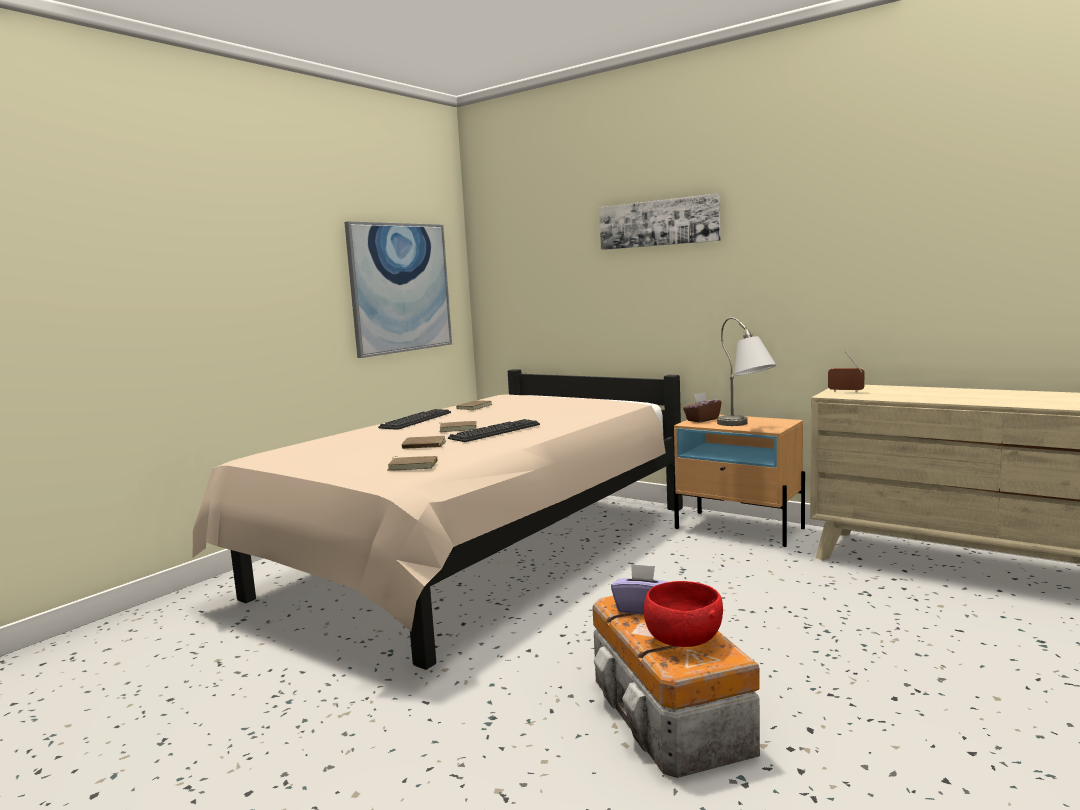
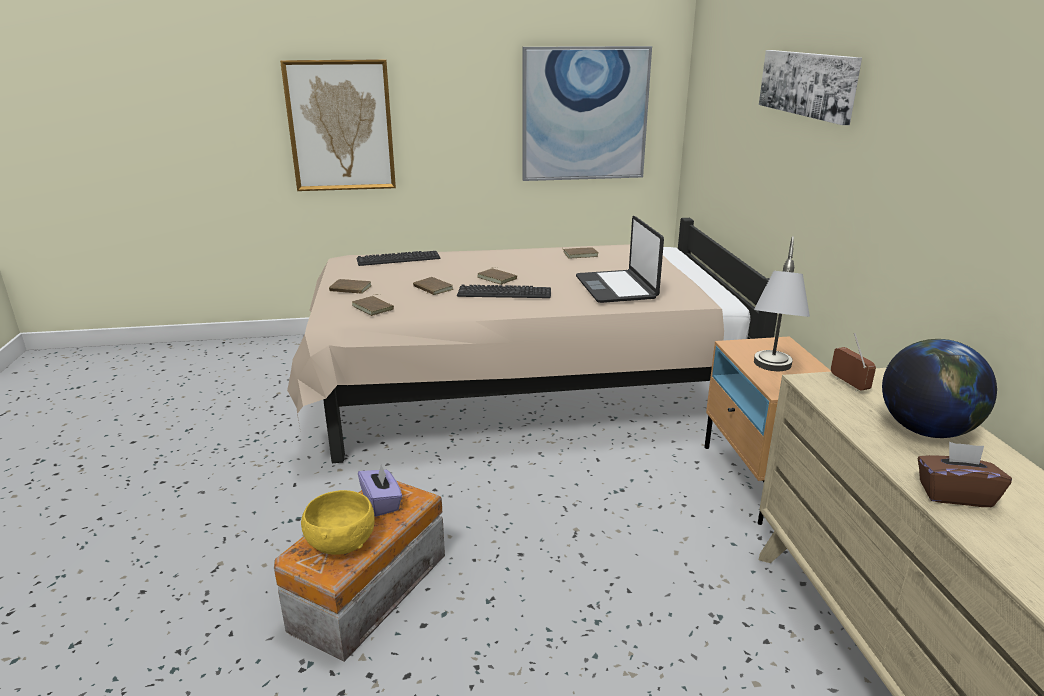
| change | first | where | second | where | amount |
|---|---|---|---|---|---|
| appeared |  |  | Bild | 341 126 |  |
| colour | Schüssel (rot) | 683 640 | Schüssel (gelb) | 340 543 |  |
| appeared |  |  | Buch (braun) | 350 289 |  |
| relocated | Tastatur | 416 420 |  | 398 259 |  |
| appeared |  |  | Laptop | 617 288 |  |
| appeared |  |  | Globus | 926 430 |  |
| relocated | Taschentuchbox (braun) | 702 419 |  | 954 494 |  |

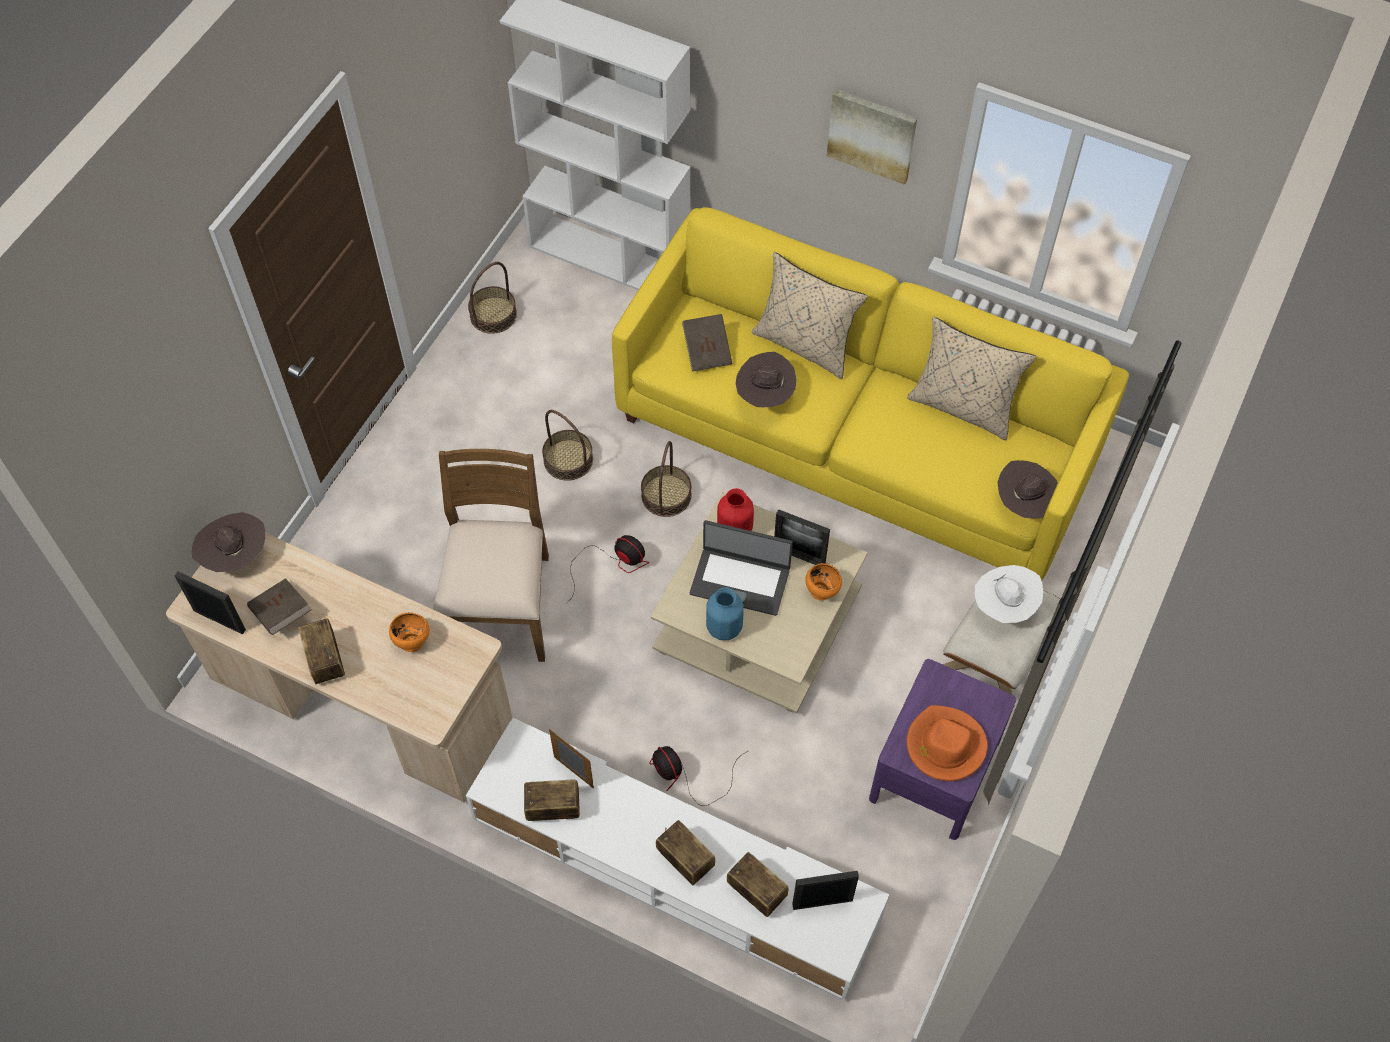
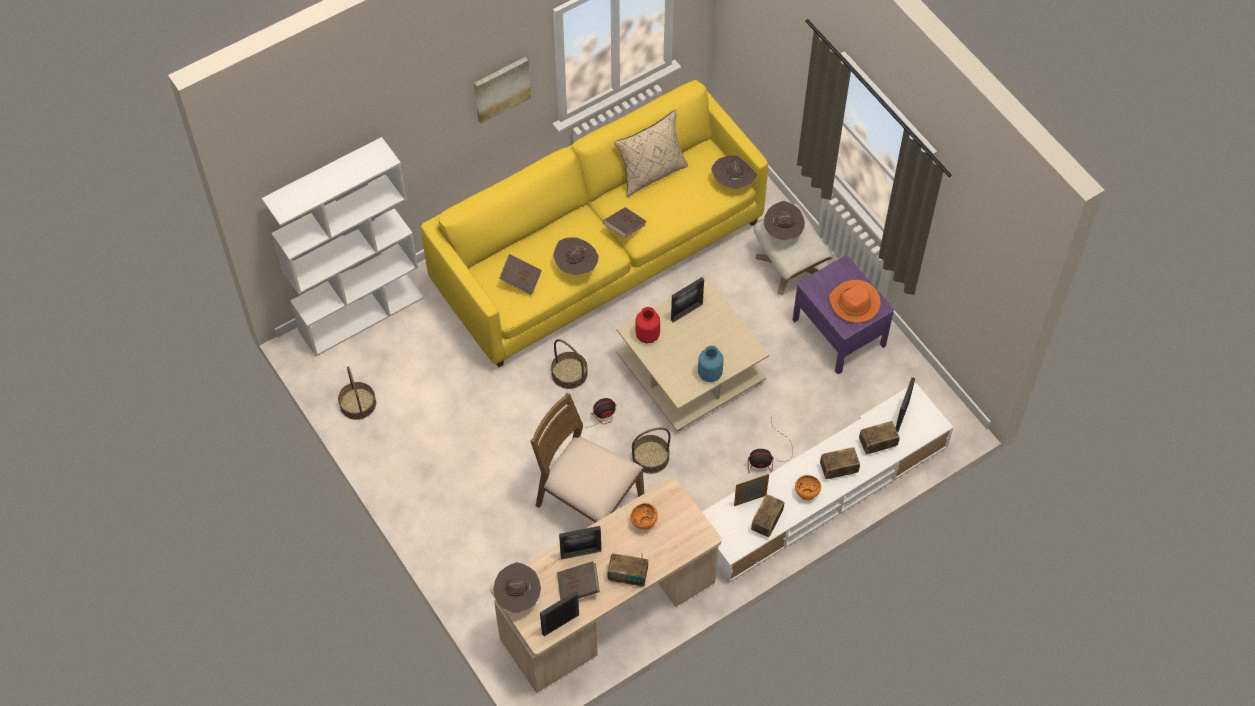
| change | first | where | second | where | amount |
|---|---|---|---|---|---|
| appeared |  |  | Bilderrahmen | 581 553 |  |
| appeared |  |  | Buch (braun) | 624 227 |  |
| relocated | Korb | 568 460 |  | 650 457 |  |
| colour | Hut (weiß) | 1004 606 | Hut (braun) | 783 231 |  |
| relocated | Schüssel (orange) | 821 591 |  | 806 494 |  |
| missing | Laptop | 740 580 |  |  |  |
| missing | Kissen (beige) | 805 344 |  |  |  |

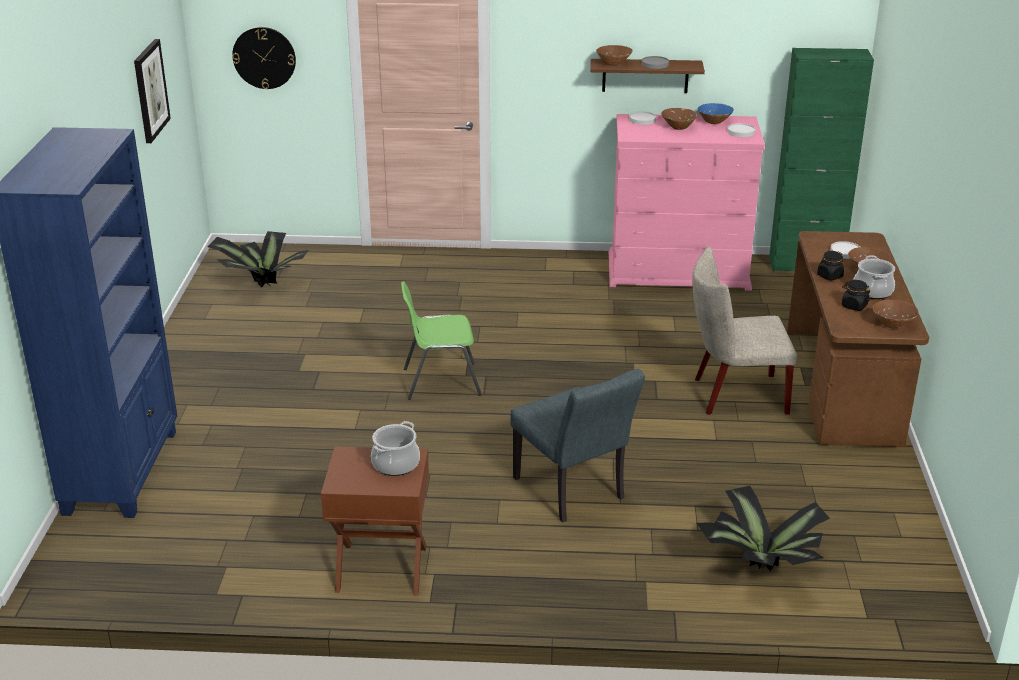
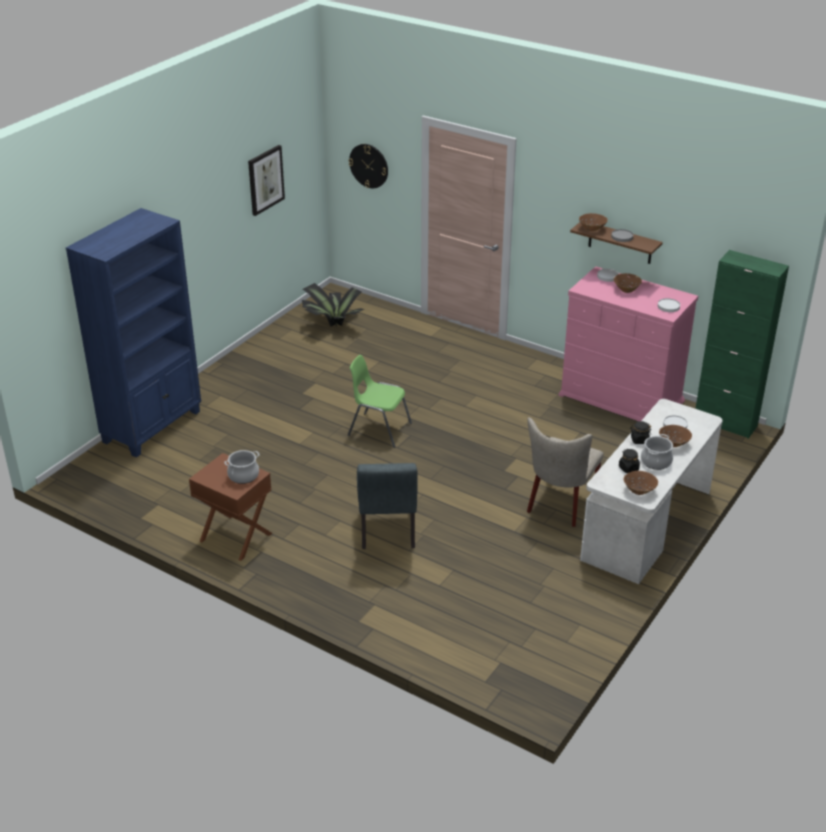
| change | first | where | second | where | amount |
|---|---|---|---|---|---|
| spun | Stuhl (beige) | 734 395 |  | 560 505 | 90 degrees counterclockwise |
| colour | Schreibtisch (braun) | 844 385 | Schreibtisch (weiß) | 647 525 |  |
| missing | Schüssel (blau) | 714 122 |  |  |  |
| missing | Topfpflanze | 761 568 |  |  |  |

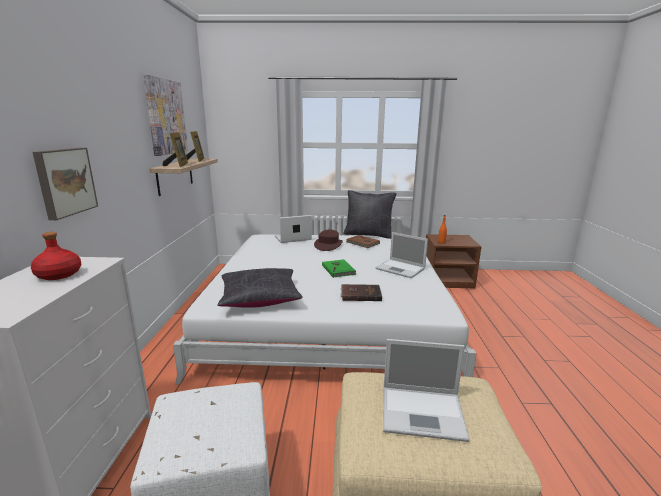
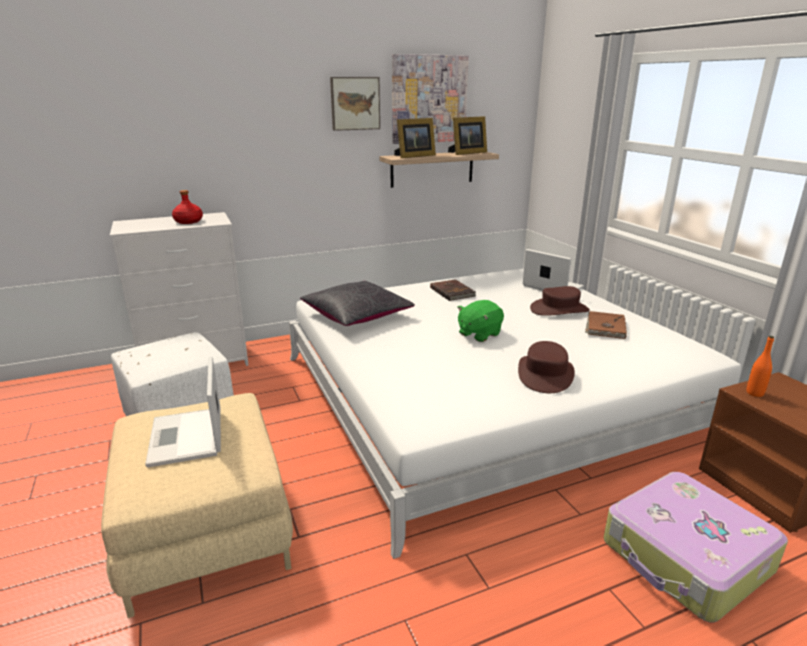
| change | first | where | second | where | amount |
|---|---|---|---|---|---|
| relocated | Bild | 64 182 |  | 354 103 |  |
| relocated | Buch (braun) | 360 294 |  | 452 292 |  |
| exchanged | Buch (grün) | 339 269 | Plüschtier (grün) | 479 334 |  |
| exchanged | Laptop | 401 269 | Hut (braun) | 545 374 |  |
| appeared |  |  | Koffer | 686 557 |  |
| missing | Kissen (schwarz) | 368 234 |  |  |  |

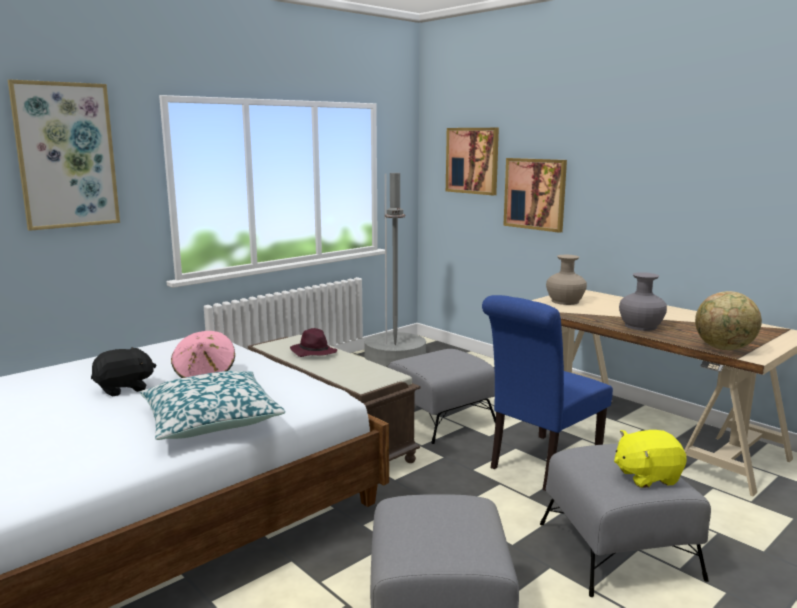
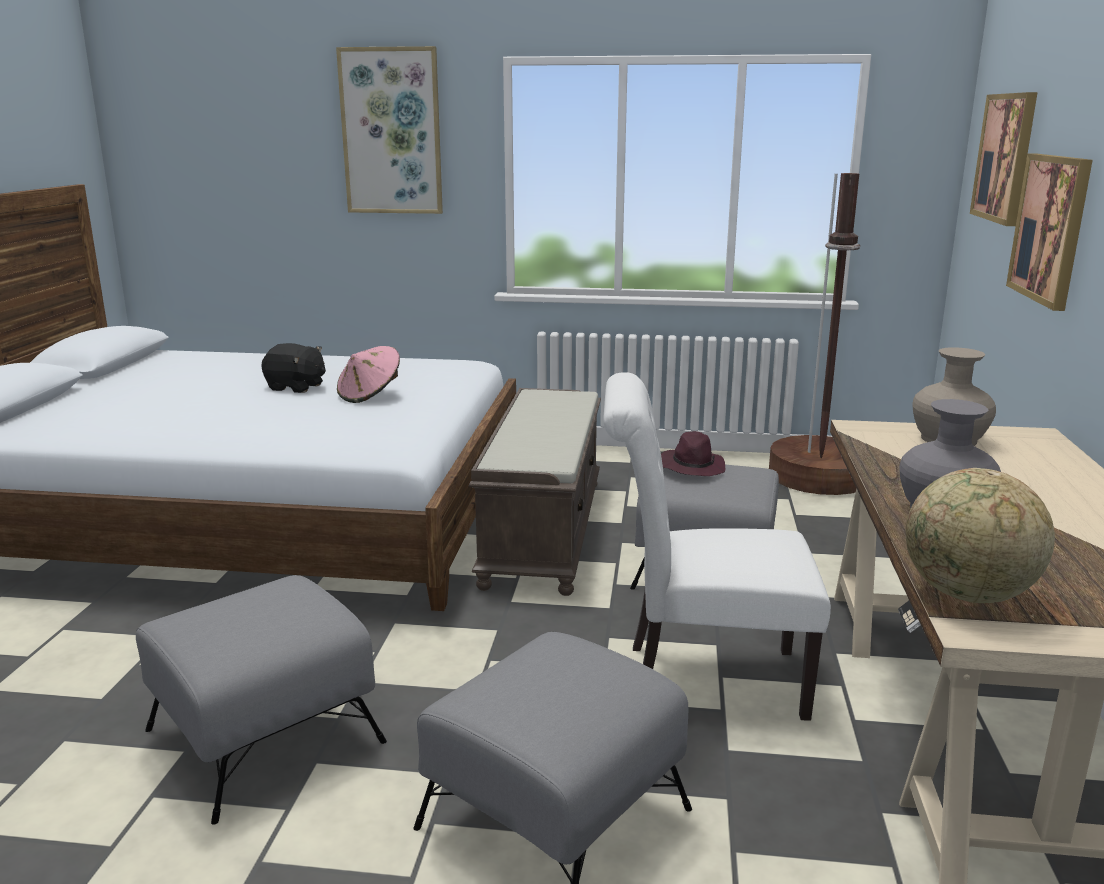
| change | first | where | second | where | amount |
|---|---|---|---|---|---|
| colour | Stuhl (blau) | 540 464 | Stuhl (weiß) | 702 678 |  |
| relocated | Hut (lila) | 313 352 |  | 691 467 |  |
| colour | Stehlampe (grau) | 395 357 | Stehlampe (braun) | 819 477 |  |
| missing | Kissen | 211 419 |  |  |  |
| missing | Plüschtier (gelb) | 646 476 |  |  |  |

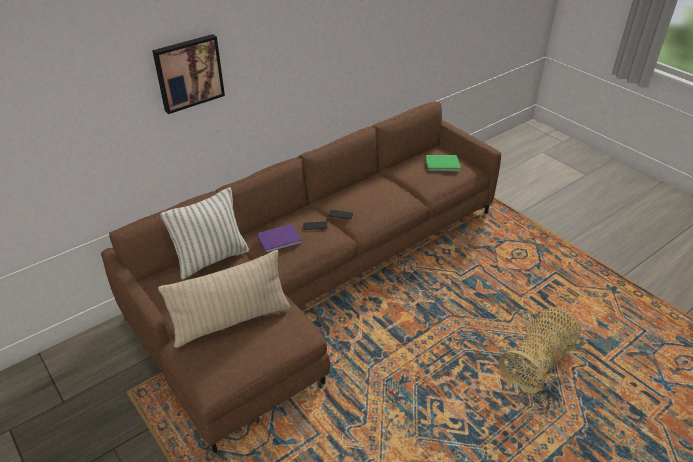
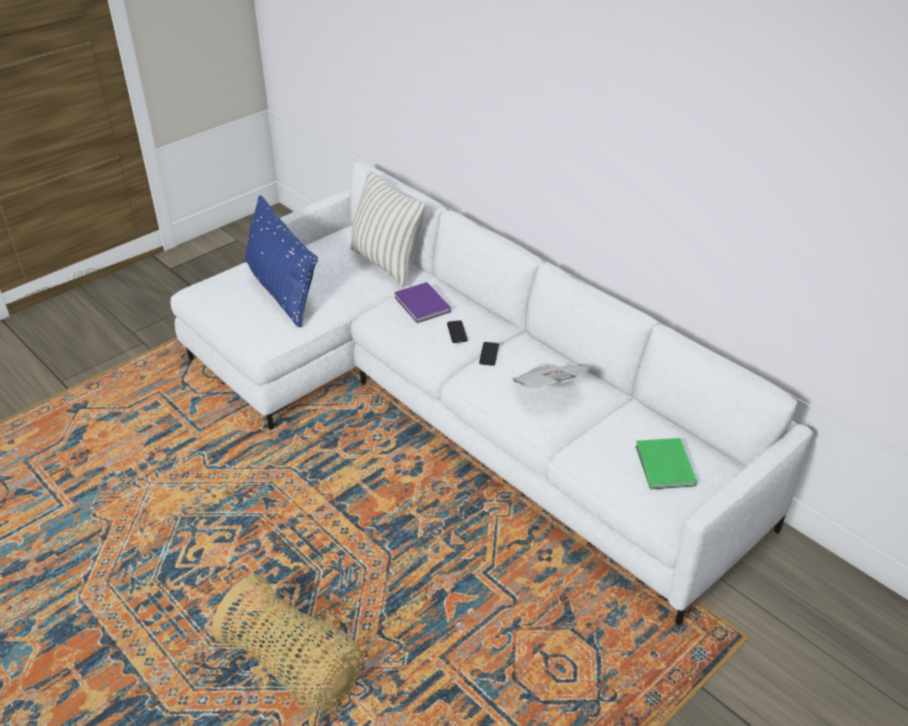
| change | first | where | second | where | amount |
|---|---|---|---|---|---|
| colour | Sofa (braun) | 315 279 | Sofa (weiß) | 454 407 |  |
| colour | Kissen (beige) | 231 321 | Kissen (blau) | 281 289 |  |
| appeared |  |  | Zeitung | 548 389 |  |
| missing | Bild | 188 72 |  |  |  |

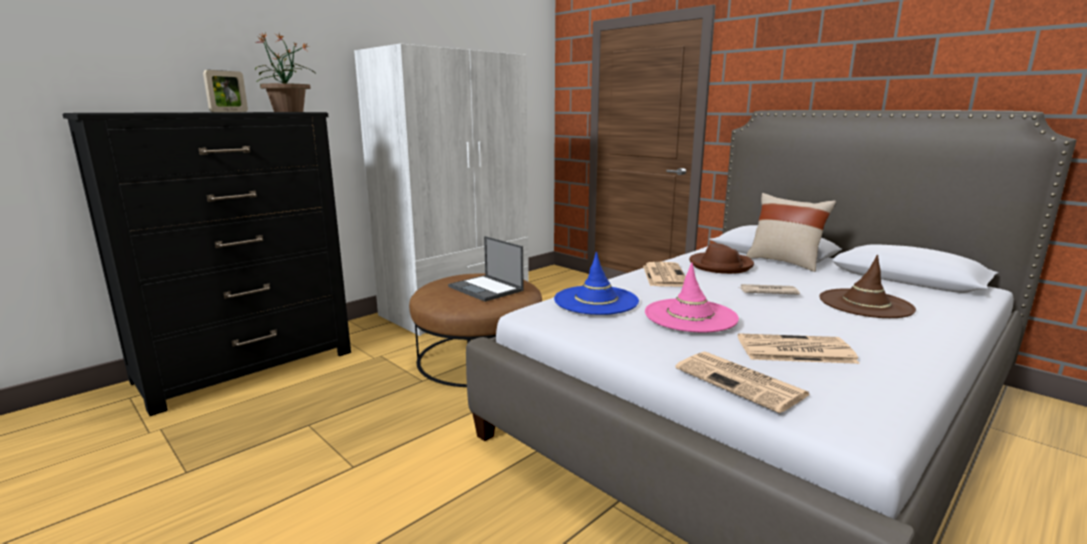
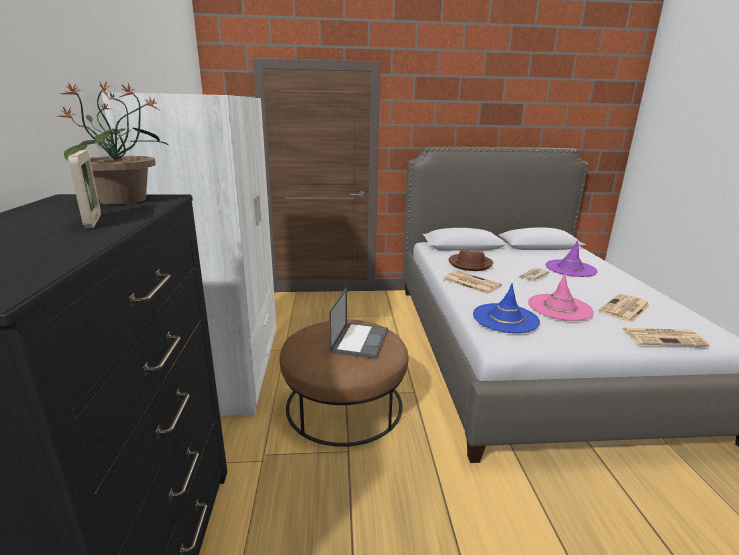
| change | first | where | second | where | amount |
|---|---|---|---|---|---|
| spun | Laptop | 486 289 |  | 359 340 | 75 degrees counterclockwise |
| colour | Hut (braun) | 865 304 | Hut (lila) | 570 268 |  |
| missing | Kissen (beige) | 784 262 |  |  |  |

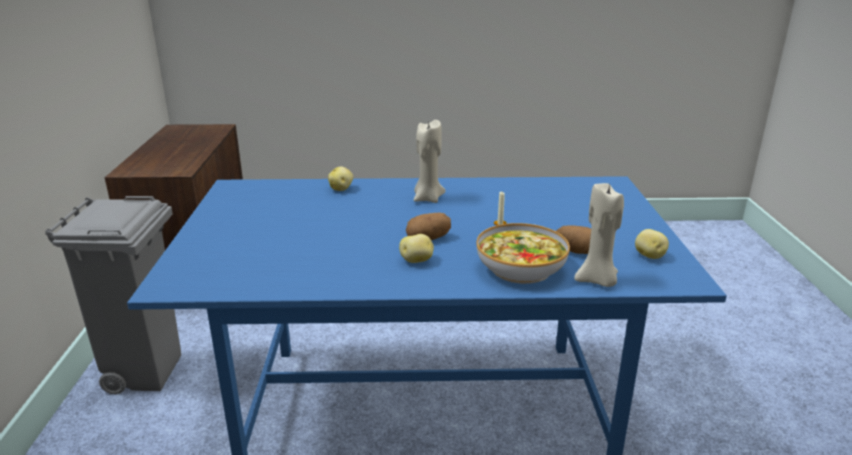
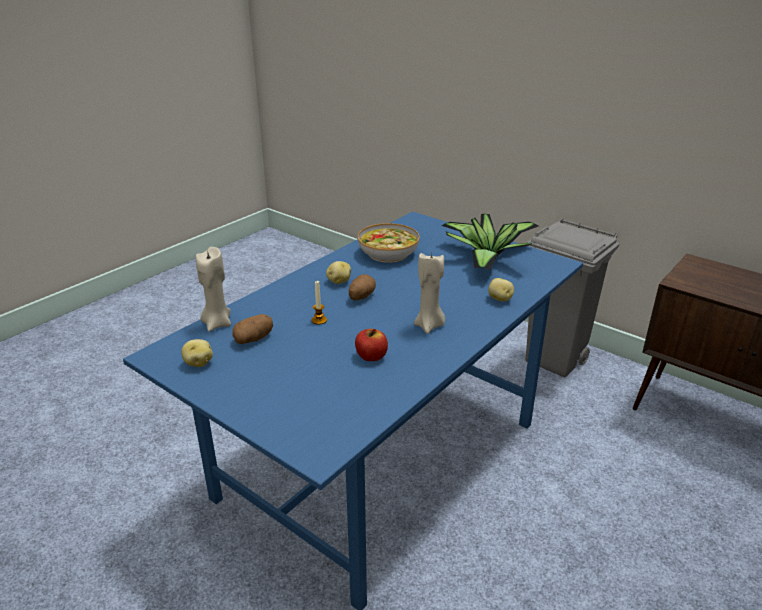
| change | first | where | second | where | amount |
|---|---|---|---|---|---|
| appeared |  |  | Apfel | 371 356 |  |
| relocated | Schüssel | 520 268 |  | 388 253 |  |
| appeared |  |  | Topfpflanze | 487 257 |  |

